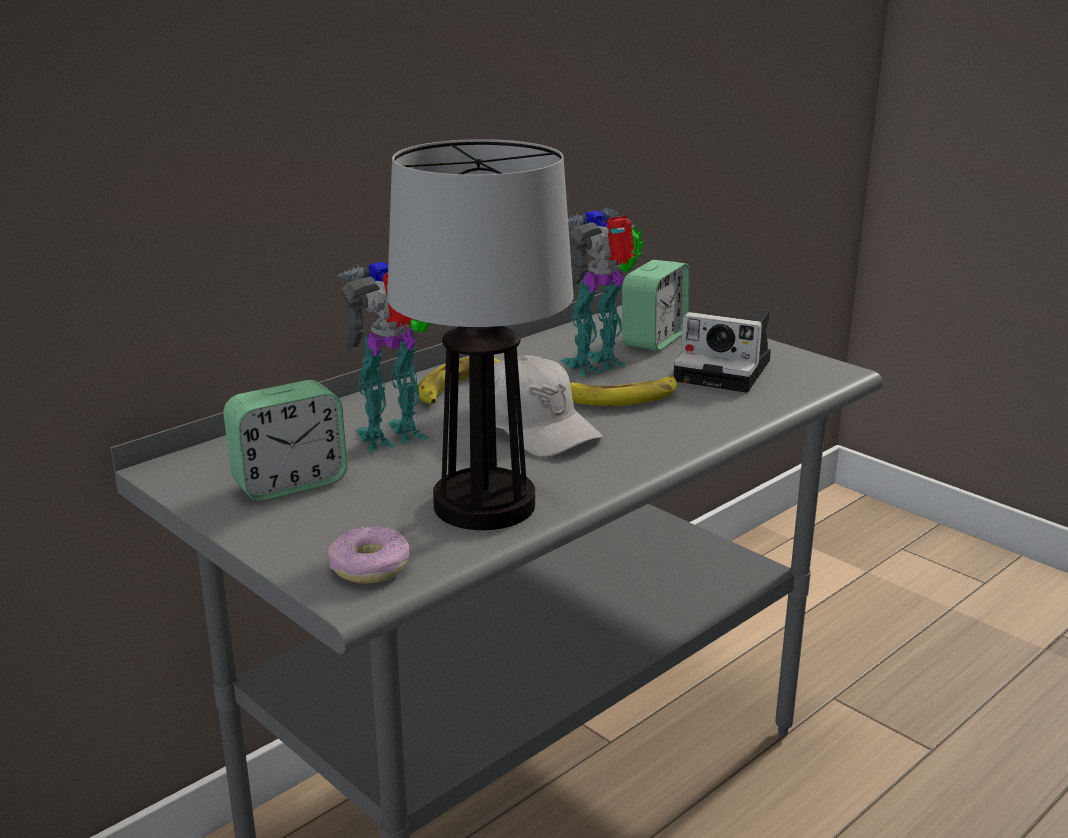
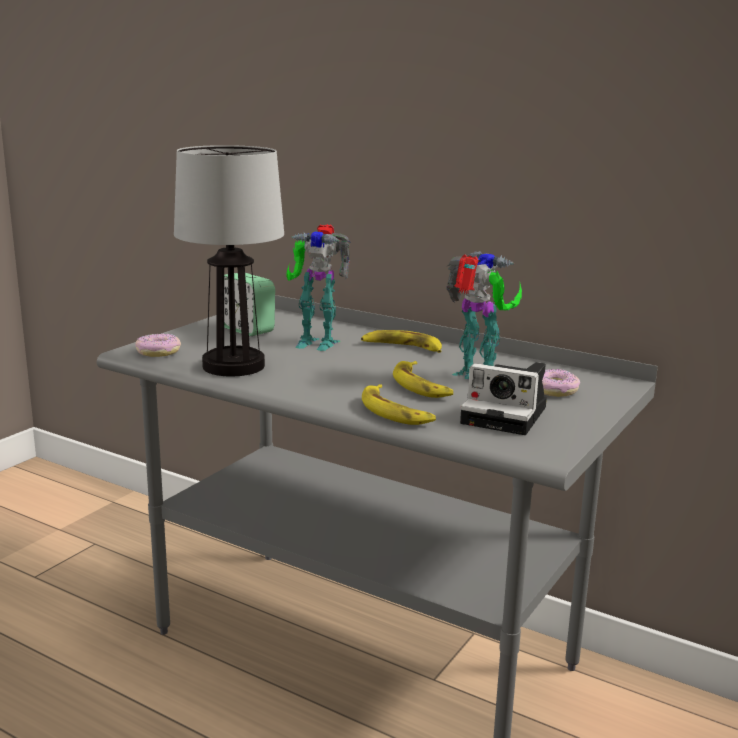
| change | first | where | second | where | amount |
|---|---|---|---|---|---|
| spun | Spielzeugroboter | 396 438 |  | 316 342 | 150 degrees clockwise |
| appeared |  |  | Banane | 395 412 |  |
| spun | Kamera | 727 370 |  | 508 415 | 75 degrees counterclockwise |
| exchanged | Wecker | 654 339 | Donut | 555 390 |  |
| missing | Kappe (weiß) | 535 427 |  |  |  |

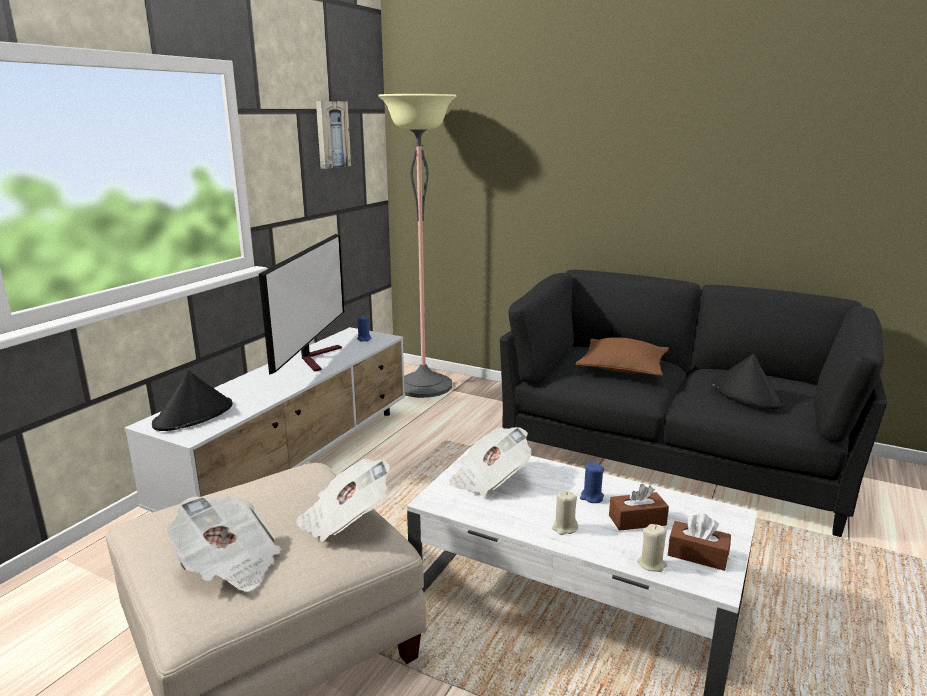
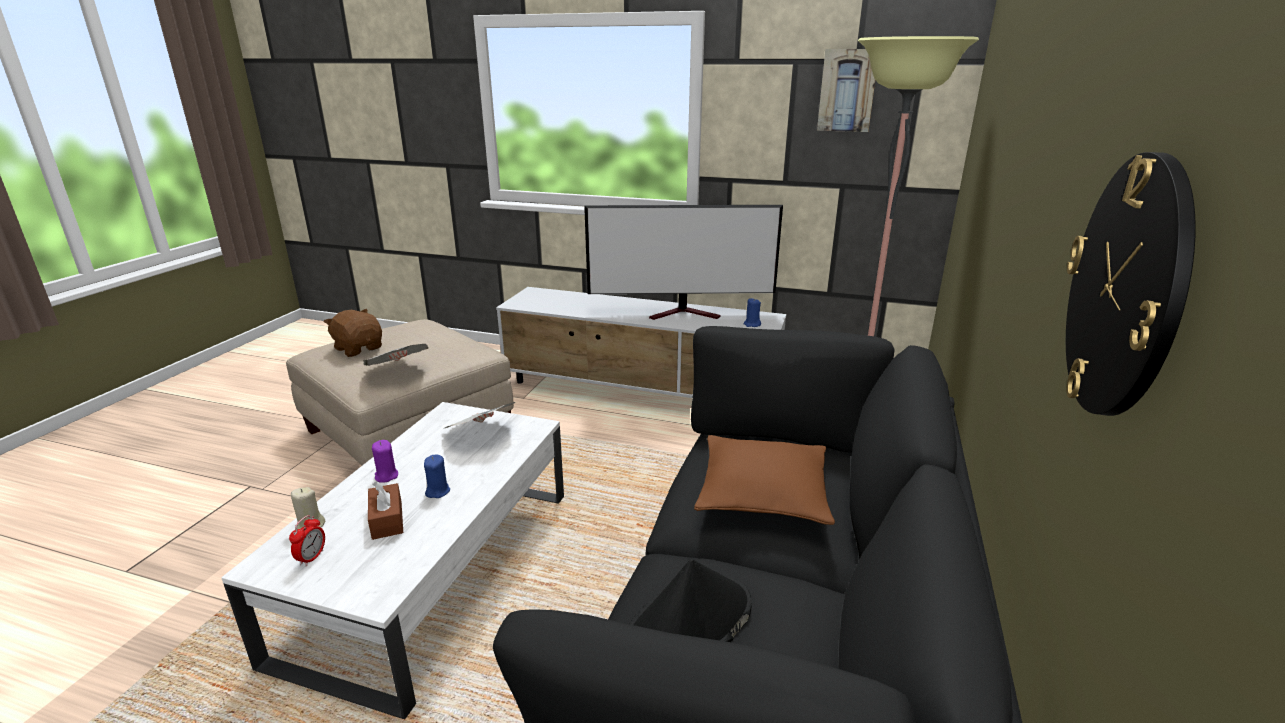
| change | first | where | second | where | amount |
|---|---|---|---|---|---|
| exchanged | Taschentuchbox (braun) | 697 555 | Wecker | 312 557 |  |
| exchanged | Zeitung | 229 564 | Plüschtier (braun) | 359 348 |  |
| colour | Kerze (beige) | 564 528 | Kerze (lila) | 386 476 |  |
| appeared |  |  | Wanduhr | 1125 287 |  |
| missing | Hut (schwarz) | 194 415 |  |  |  |

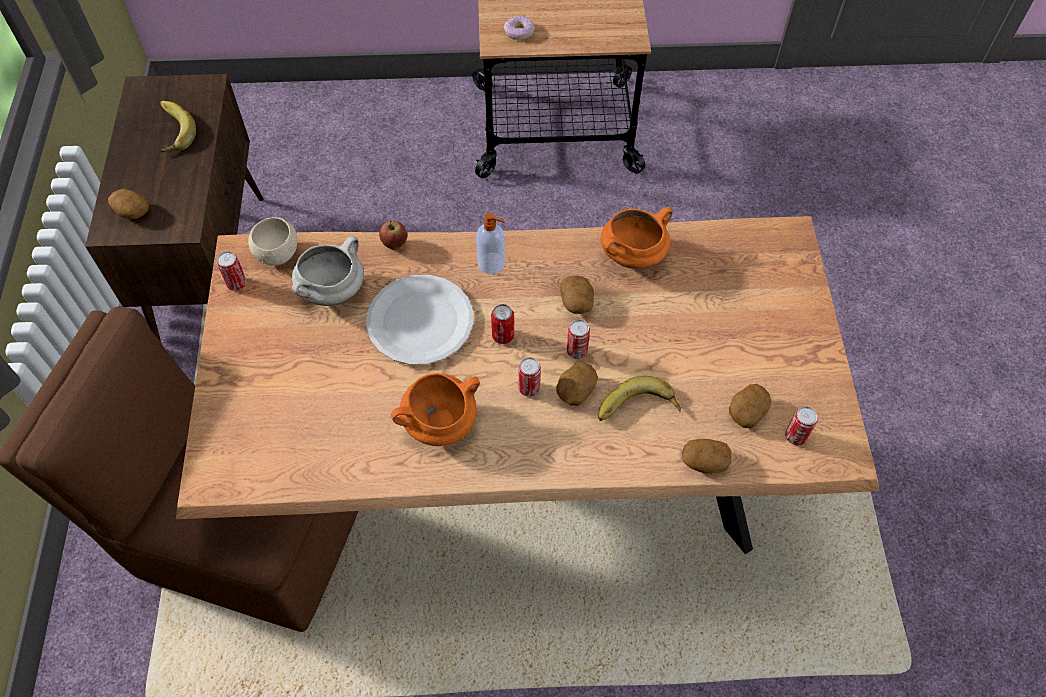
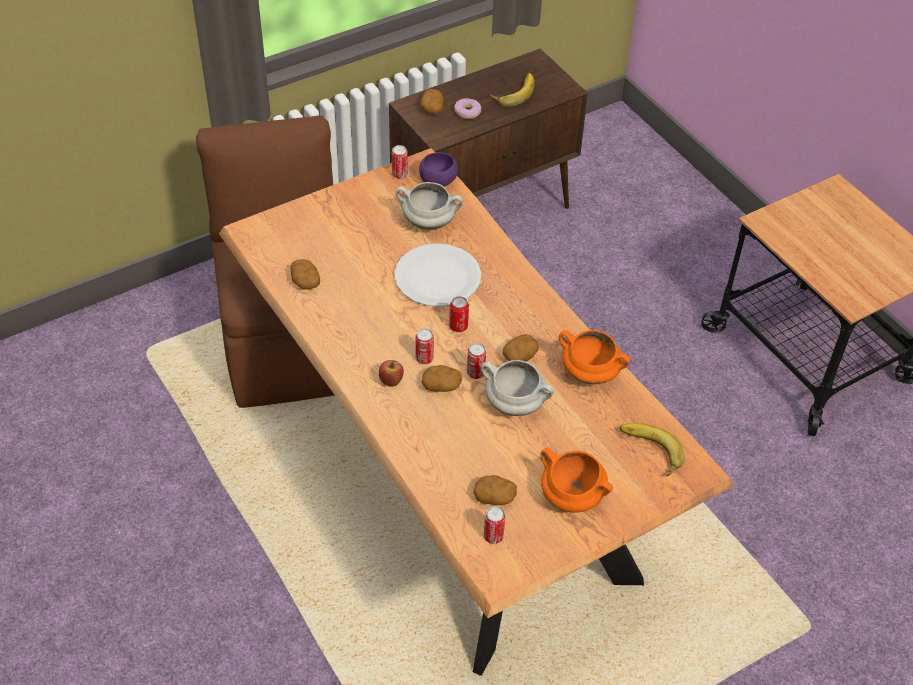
| change | first | where | second | where | amount |
|---|---|---|---|---|---|
| relocated | Kartoffel | 704 462 |  | 305 281 |  |
| relocated | Apfel | 394 244 |  | 391 382 |  |
| colour | Schüssel (beige) | 277 254 | Schüssel (lila) | 438 182 |  |
| relocated | Donut | 519 31 |  | 467 112 |  |
| appeared |  |  | Kochtopf (weiß) | 516 404 |  |
| relocated | Kochtopf (orange) | 439 424 |  | 570 496 |  |
| relocated | Banane | 637 409 |  | 649 451 |  |
| missing | Seifenspender | 492 263 |  |  |  |

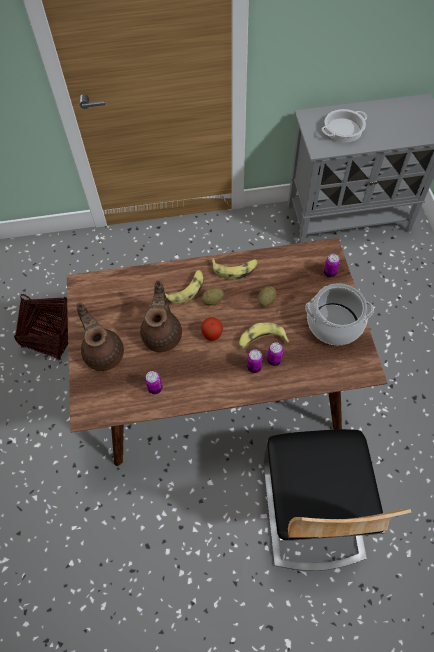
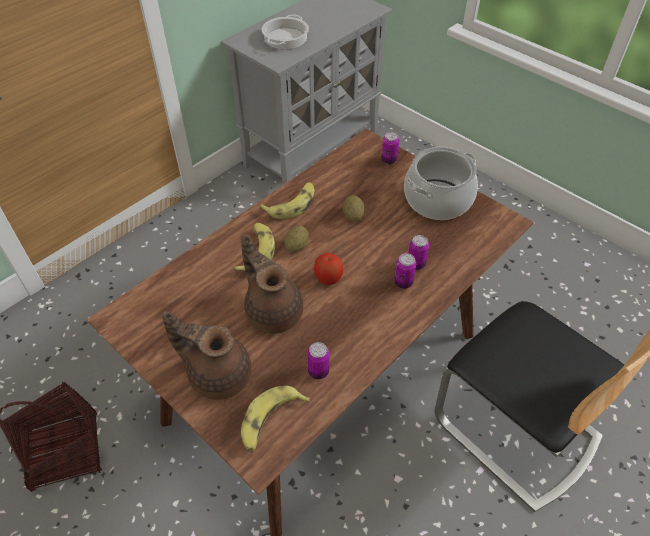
| change | first | where | second | where | amount |
|---|---|---|---|---|---|
| relocated | Banane | 261 340 |  | 270 421 |  |

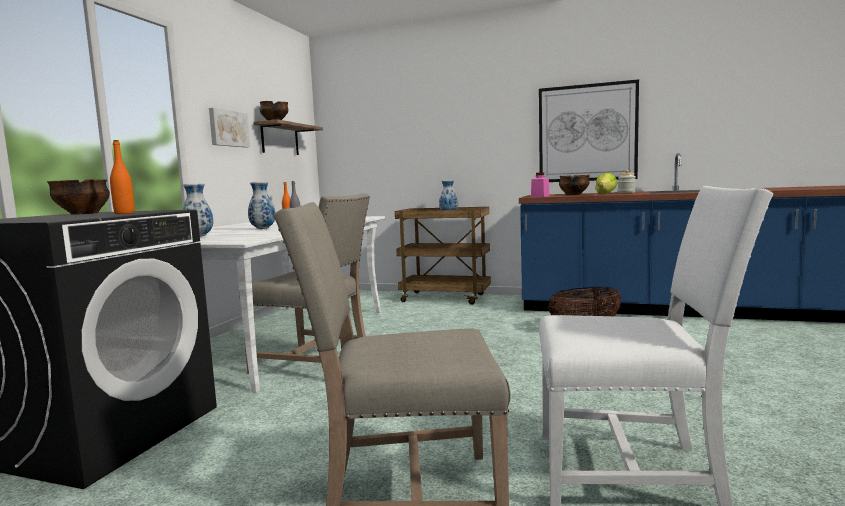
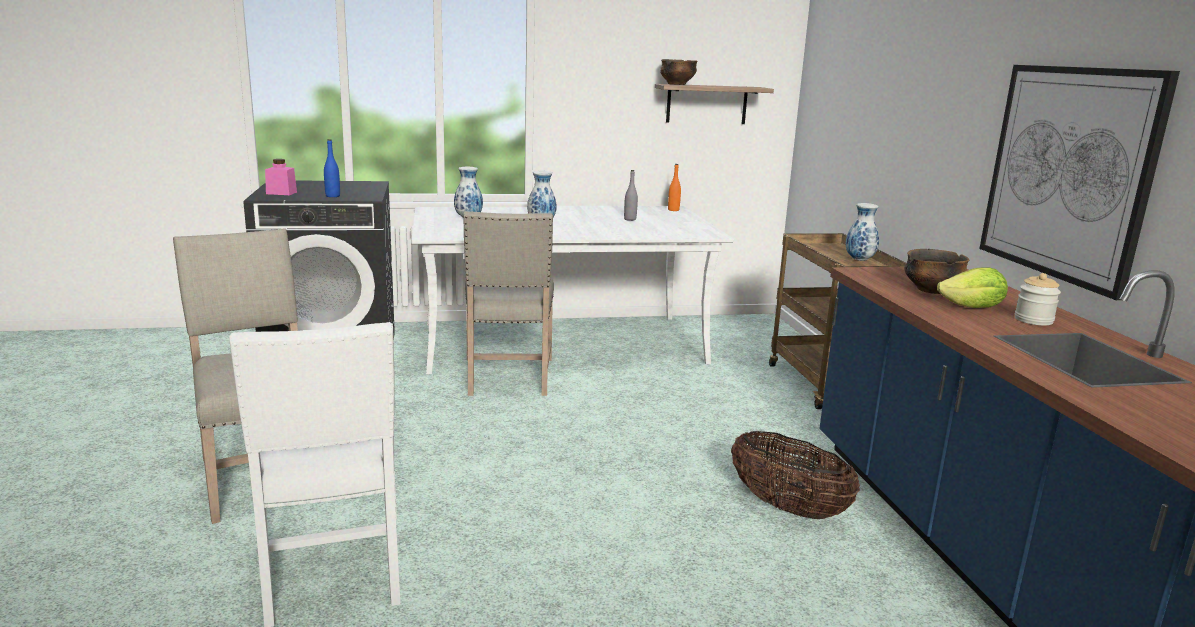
| change | first | where | second | where | amount |
|---|---|---|---|---|---|
| relocated | Vorratsglas (rosa) | 540 196 |  | 281 193 |  |
| colour | Flasche (orange) | 124 213 | Flasche (blau) | 332 196 |  |
| missing | Schüssel | 83 213 |  |  |  |
| missing | Bild | 228 128 |  |  |  |

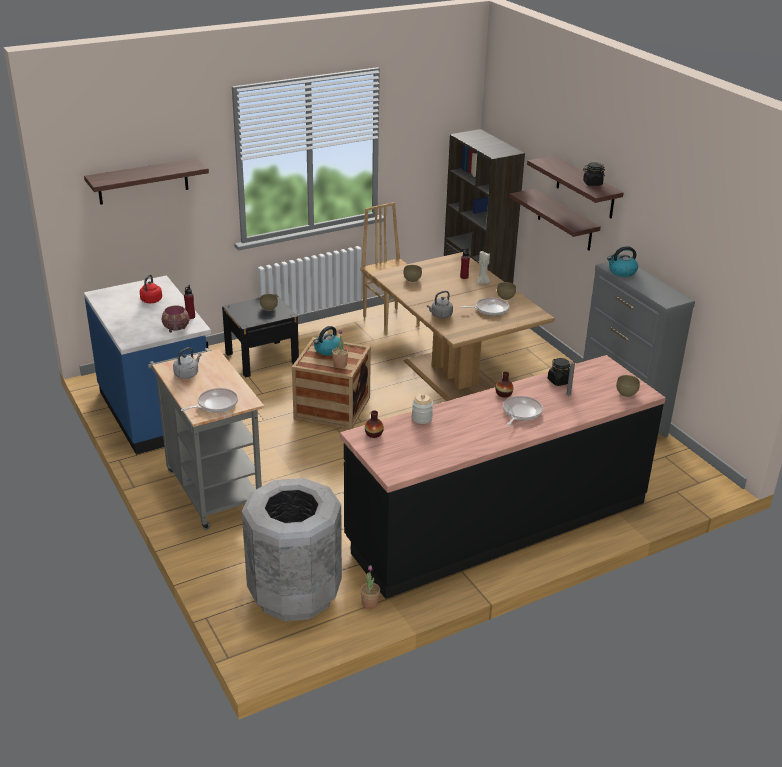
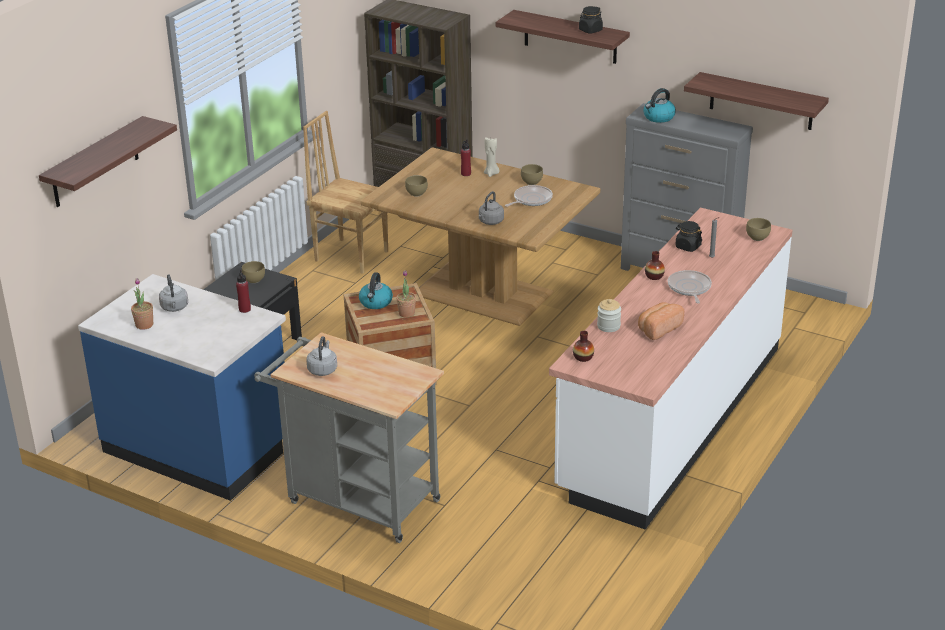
| change | first | where | second | where | amount |
|---|---|---|---|---|---|
| relocated | Topfpflanze | 370 603 |  | 144 325 |  |
| colour | Wasserkessel (rot) | 151 301 | Wasserkessel (grau) | 174 308 |  |
| colour | Küchenzeile (schwarz) | 497 522 | Küchenzeile (weiß) | 671 418 |  |
| appeared |  |  | Brot | 658 329 |  |
| relocated | Wandregal | 565 220 |  | 761 101 |  |
| missing | Schüssel | 175 328 |  |  |  |
| missing | Pfanne | 215 404 |  |  |  |
| missing | Mülleimer (grau) | 294 593 |  |  |  |

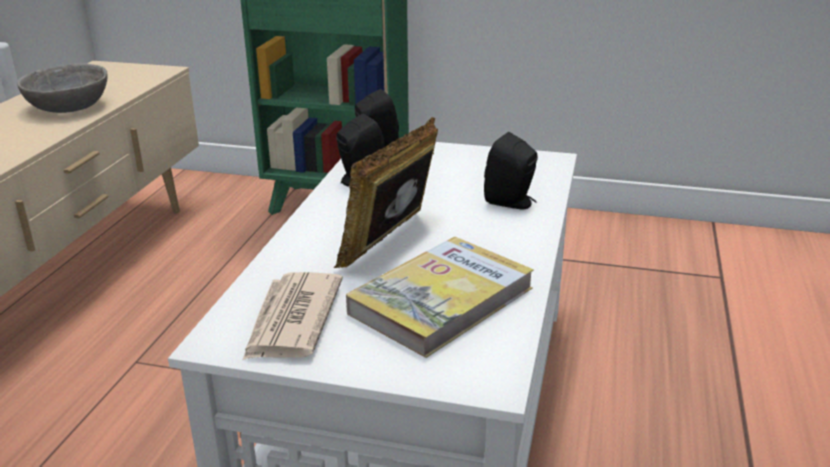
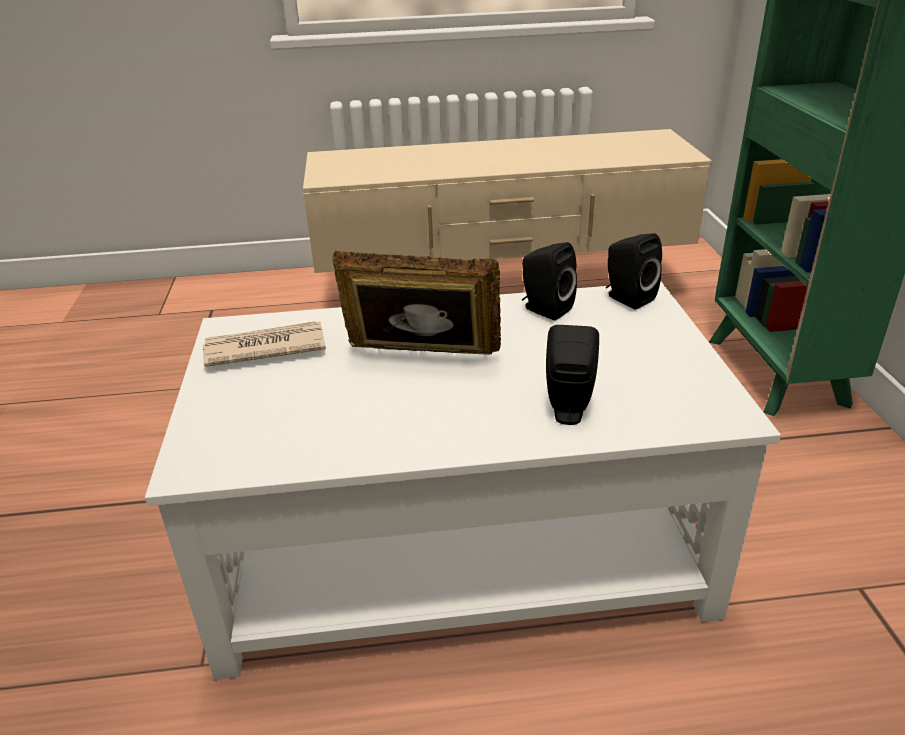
| change | first | where | second | where | amount |
|---|---|---|---|---|---|
| missing | Schüssel (grau) | 70 107 |  |  |  |
| missing | Buch | 441 300 |  |  |  |

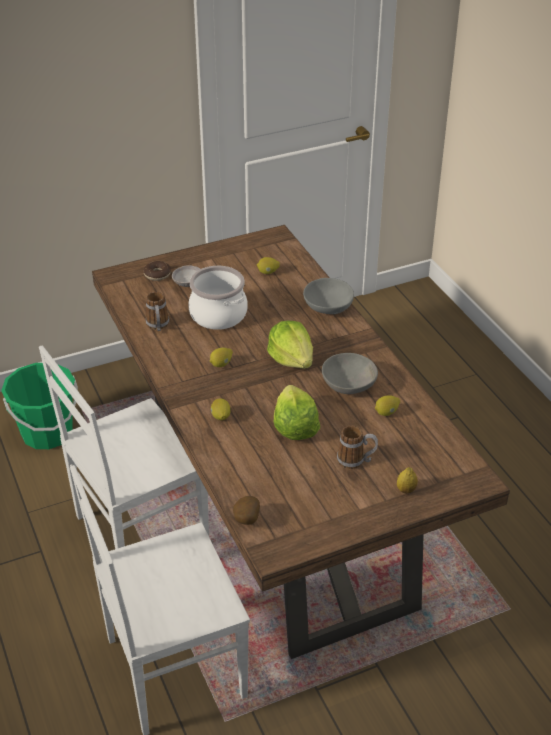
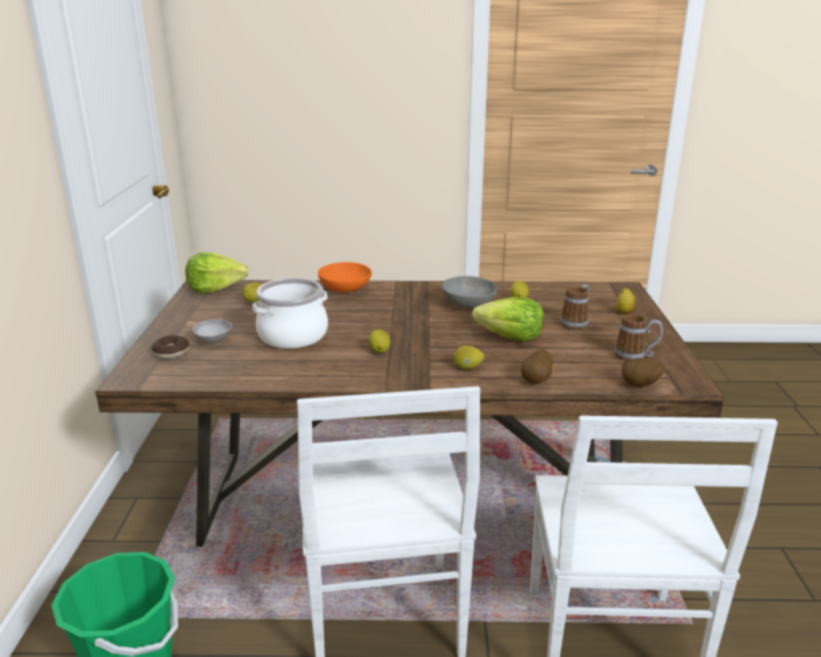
| change | first | where | second | where | amount |
|---|---|---|---|---|---|
| relocated | Salatkopf | 292 359 |  | 215 288 |  |
| colour | Schüssel (grau) | 327 307 | Schüssel (orange) | 345 289 |  |
| appeared |  |  | Kartoffel | 537 381 |  |
| relocated | Henkelbecher | 158 326 |  | 636 356 |  |

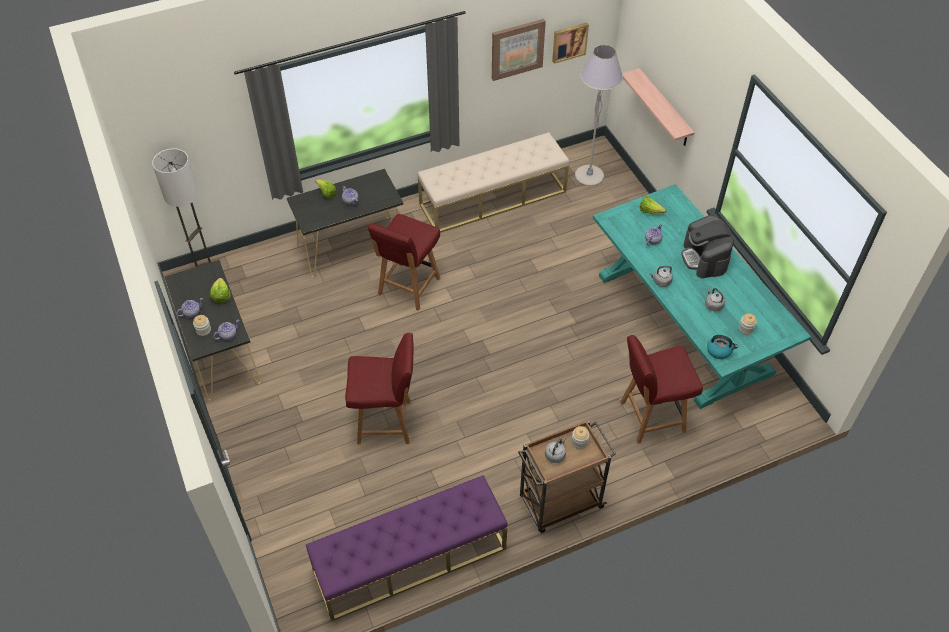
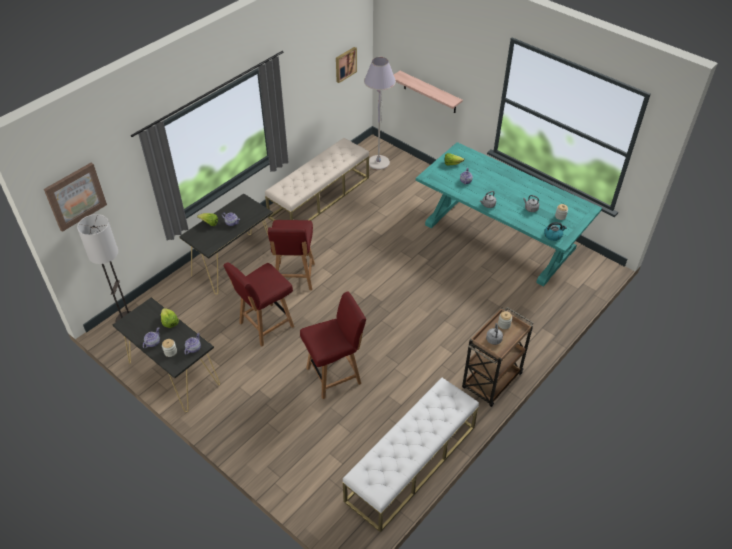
| change | first | where | second | where | amount |
|---|---|---|---|---|---|
| relocated | Bild | 517 49 |  | 75 196 |  |
| relocated | Stuhl (rot) | 650 417 |  | 265 325 |  |
| colour | Bank (lila) | 409 559 | Bank (weiß) | 411 463 |  |
| missing | Kaffeemaschine | 704 258 |  |  |  |

